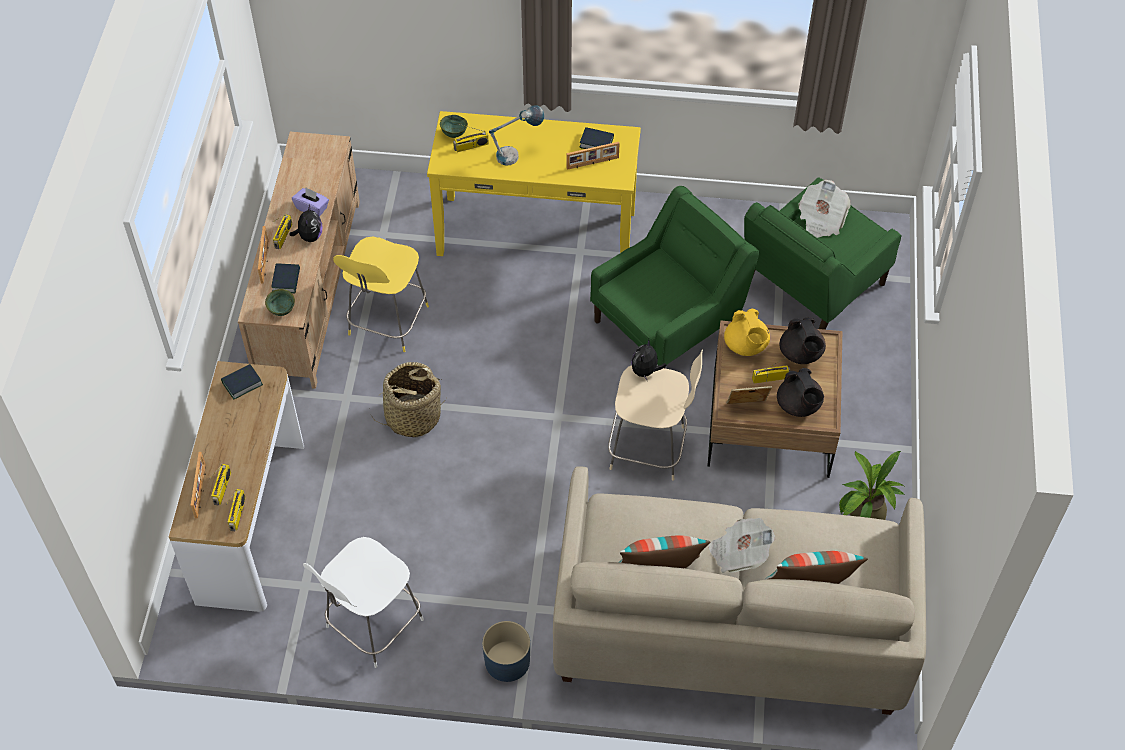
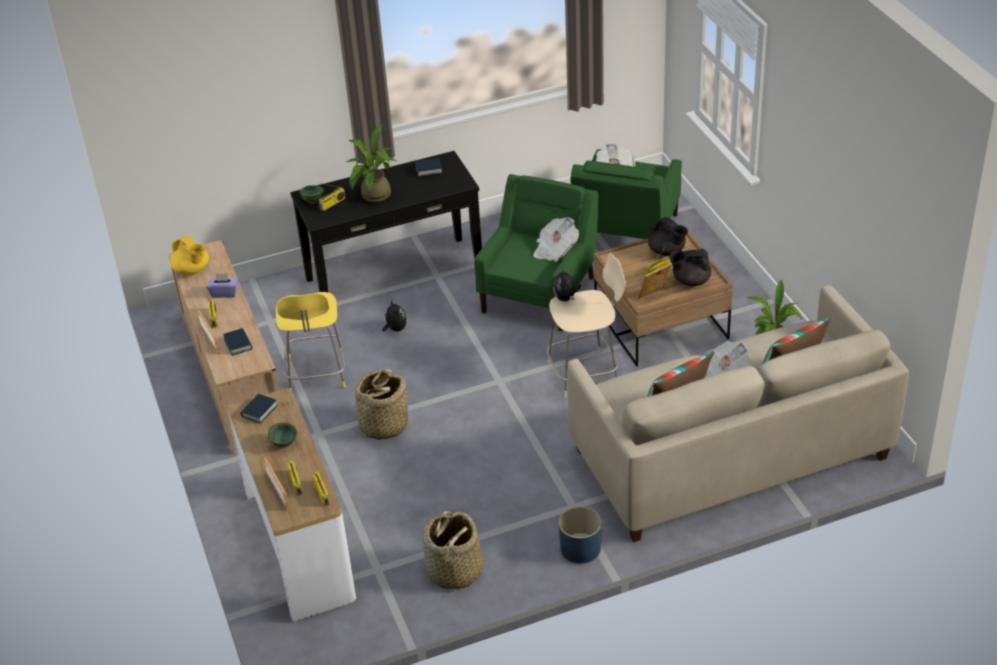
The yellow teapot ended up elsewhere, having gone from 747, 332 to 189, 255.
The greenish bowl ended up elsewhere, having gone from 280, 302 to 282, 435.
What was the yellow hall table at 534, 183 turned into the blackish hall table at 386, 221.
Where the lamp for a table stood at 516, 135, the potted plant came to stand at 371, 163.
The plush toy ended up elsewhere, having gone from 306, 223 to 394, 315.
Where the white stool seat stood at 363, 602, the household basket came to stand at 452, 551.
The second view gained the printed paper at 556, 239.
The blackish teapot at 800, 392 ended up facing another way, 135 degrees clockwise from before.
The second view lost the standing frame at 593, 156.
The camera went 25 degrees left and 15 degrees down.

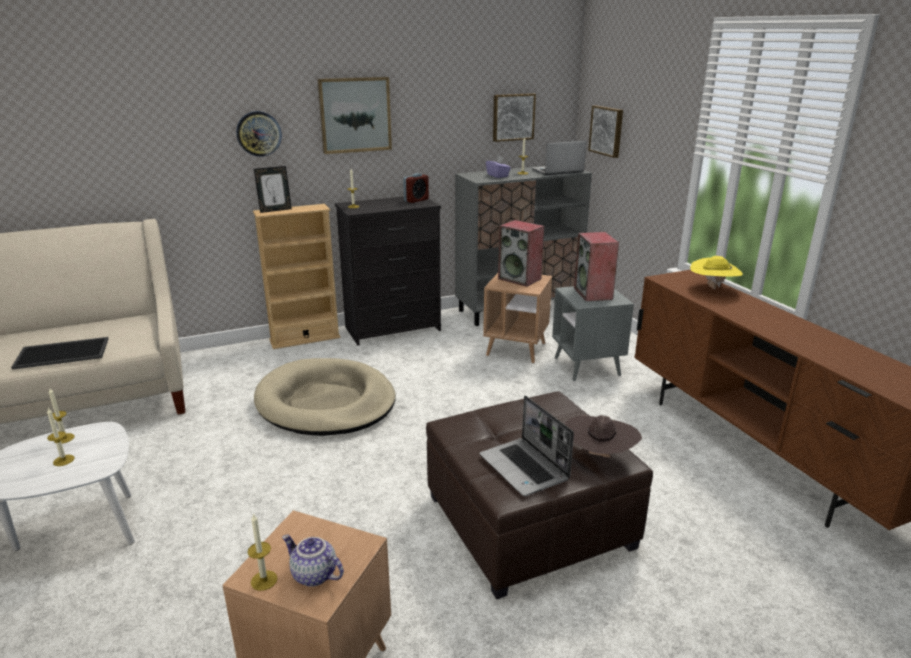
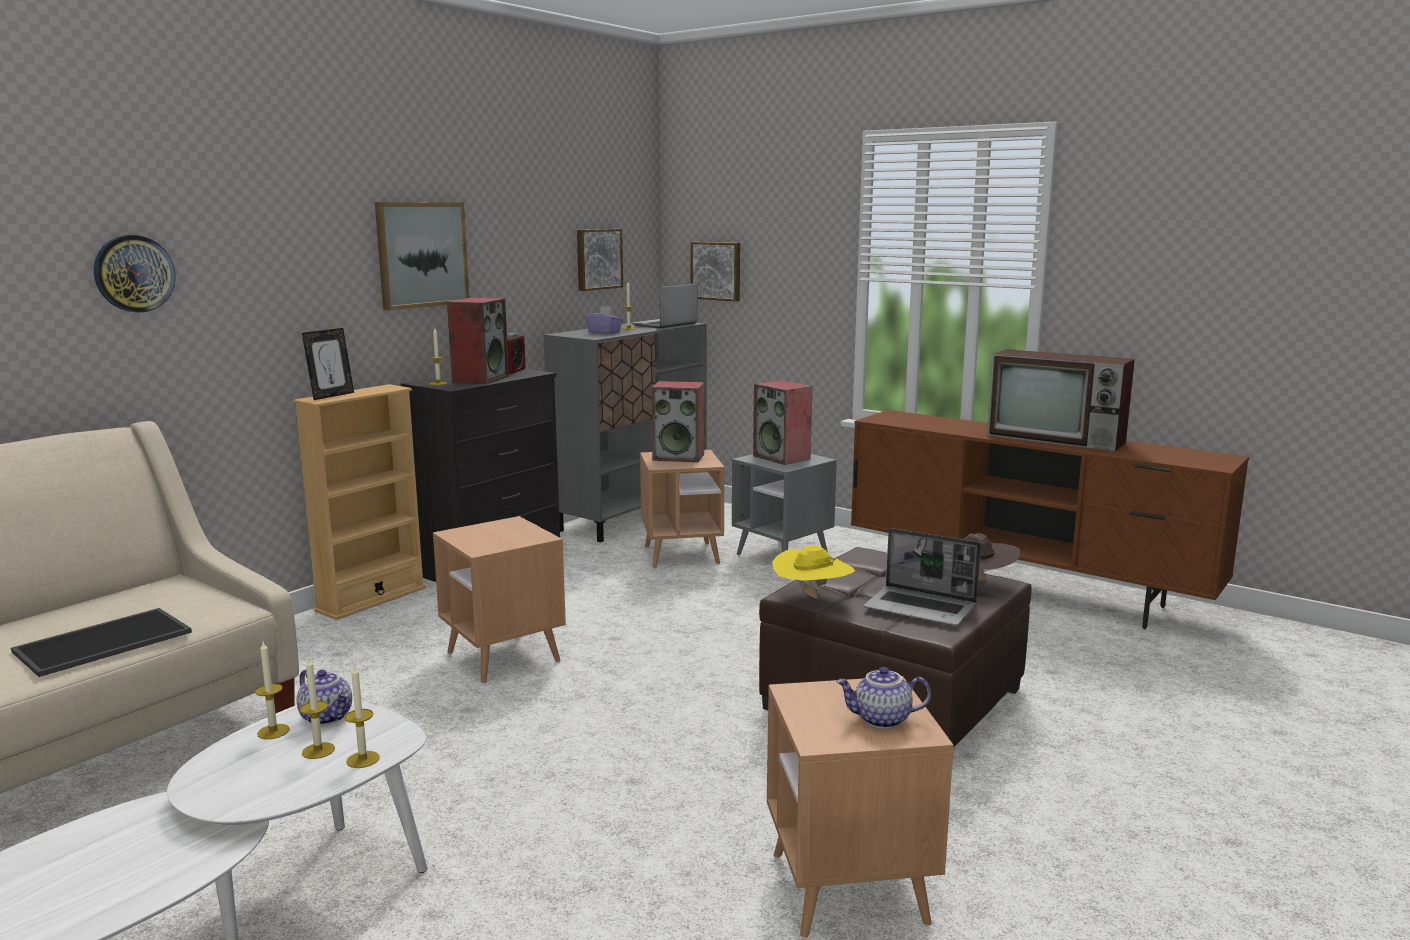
The hanging clock ended up elsewhere, having gone from 259, 134 to 135, 274.
The second view gained the teapot at 324, 697.
The candle ended up elsewhere, having gone from 263, 552 to 362, 716.
Where the sand-coloured dog bed stood at 325, 397, the brown-coloured accent table came to stand at 499, 600.
The second view gained the loudspeaker at 478, 341.
The yellow hat ended up elsewhere, having gone from 716, 272 to 813, 572.
The second view gained the television at 1061, 400.
The camera went 30 degrees left and 10 degrees down.

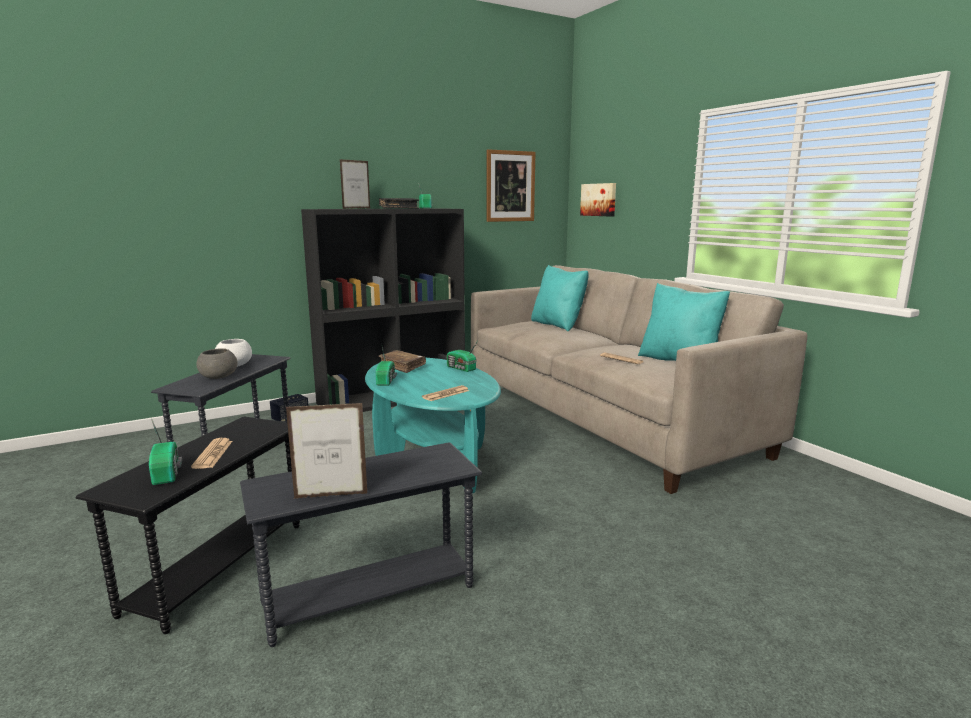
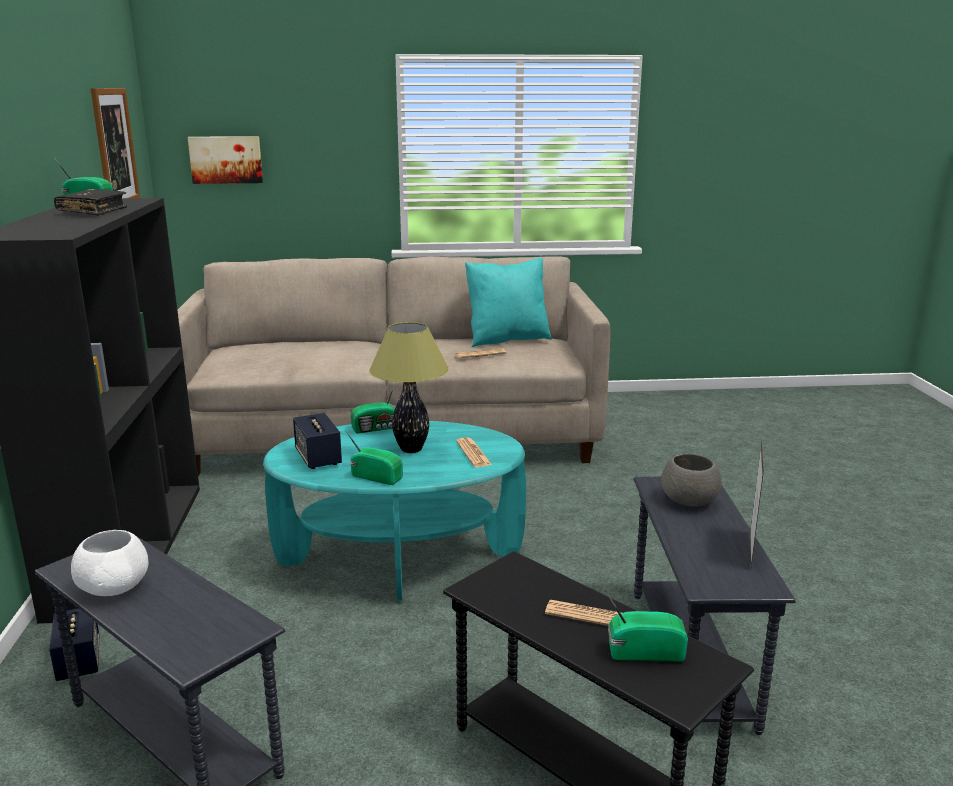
Where the brown-coloured bound book stood at 402, 361, the loudspeaker came to stand at 317, 441.
The second view gained the lamp for a table at 409, 387.
The greyish bowl ended up elsewhere, having gone from 217, 363 to 691, 480.
The second view lost the standing frame at 355, 184.
The second view lost the turquoise-coloured cushion at 560, 298.
The camera went 65 degrees left and 5 degrees up.

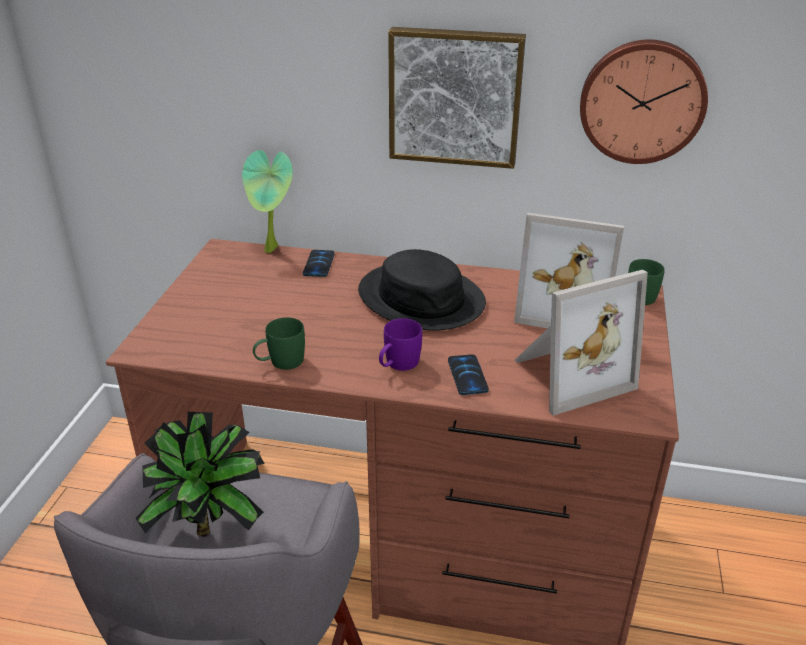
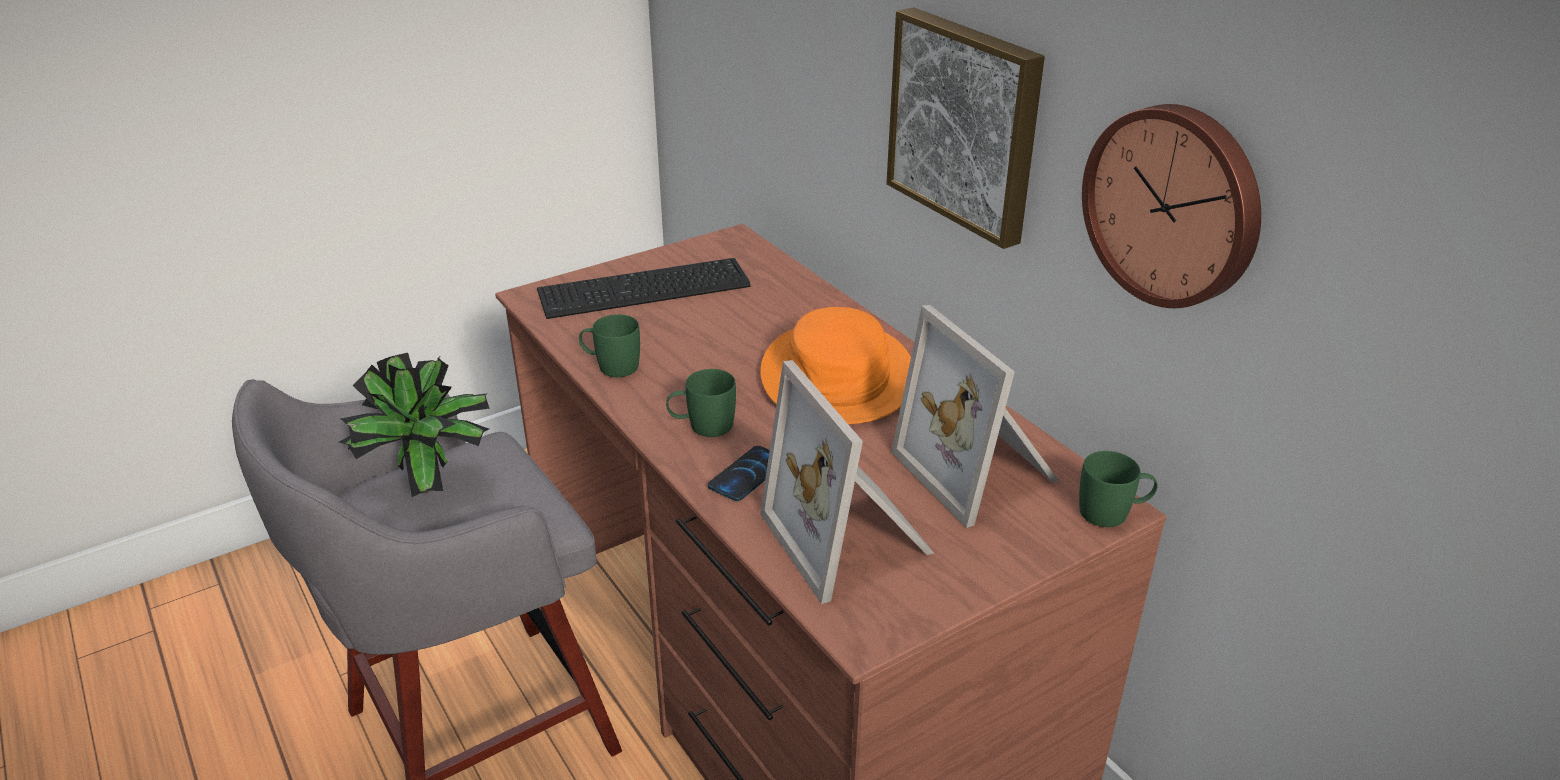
The second view gained the PC keyboard at 644, 288.
What was the purplish mug at 400, 344 turned into the greenish mug at 701, 403.
What was the blackish hat at 422, 290 turned into the orange hat at 835, 365.
The standing frame at 581, 343 ended up facing another way, 45 degrees clockwise from before.
The second view lost the potted plant at 267, 201.
The second view lost the phone at 318, 263.
The camera went 45 degrees right and 0 degrees up.

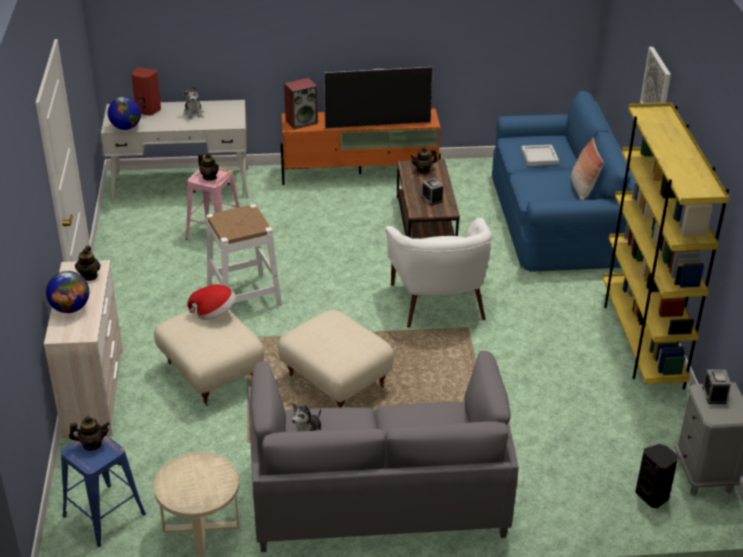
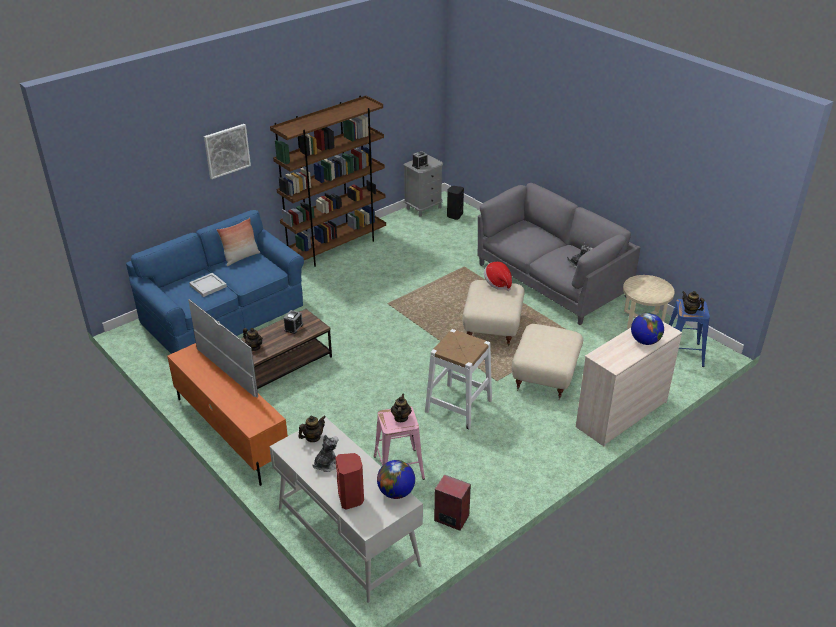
What was the yellow shelving unit at 666, 246 turned into the brown-coloured shelving unit at 328, 181.
The teapot ended up elsewhere, having gone from 87, 263 to 312, 429.
The loudspeaker ended up elsewhere, having gone from 301, 103 to 452, 502.
The hat ended up elsewhere, having gone from 211, 302 to 498, 276.
The second view lost the white lounge chair at 439, 273.
The camera went 125 degrees left and 0 degrees up.

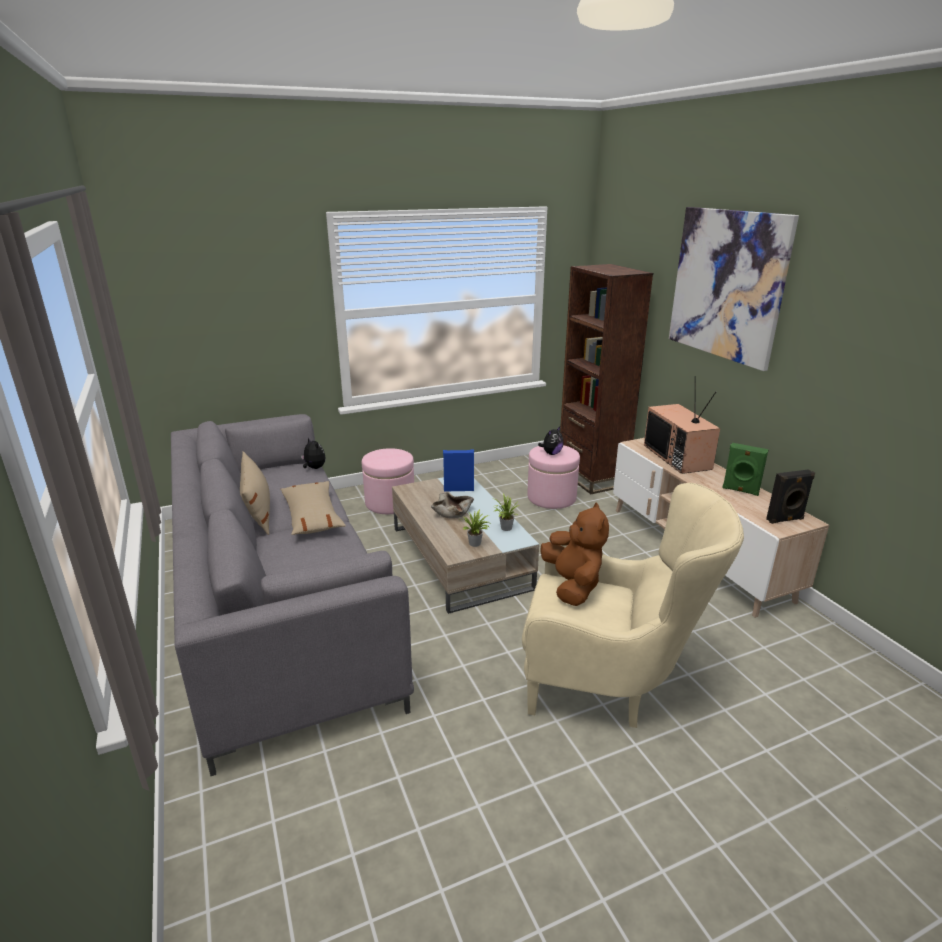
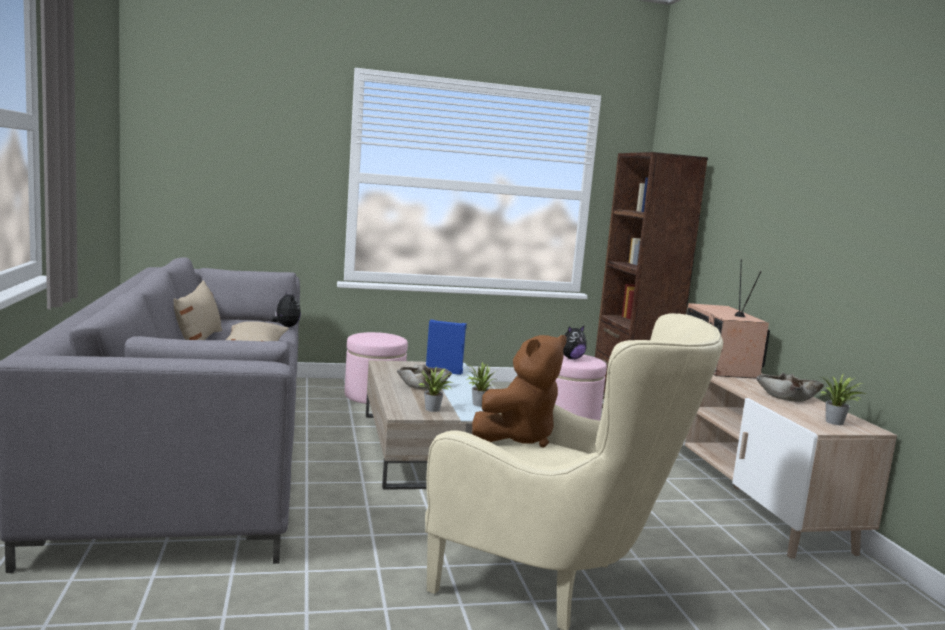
The brown-coloured plush toy at 574, 554 ended up facing another way, 45 degrees clockwise from before.
Where the greenish loudspeaker stood at 745, 469, the sand-coloured bowl came to stand at 790, 387.
Where the blackish loudspeaker stood at 790, 496, the potted plant came to stand at 843, 399.
The second view lost the wall picture at 734, 289.
The camera went 10 degrees right and 15 degrees down.

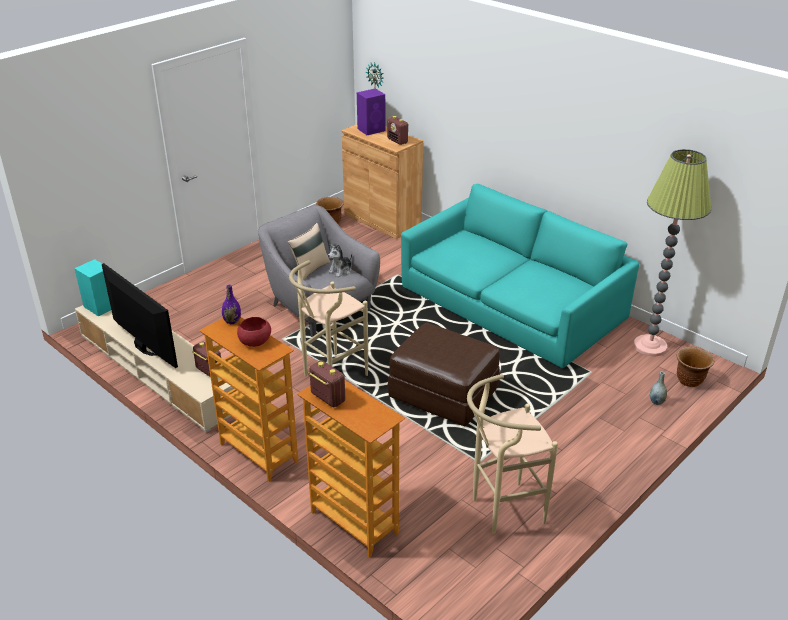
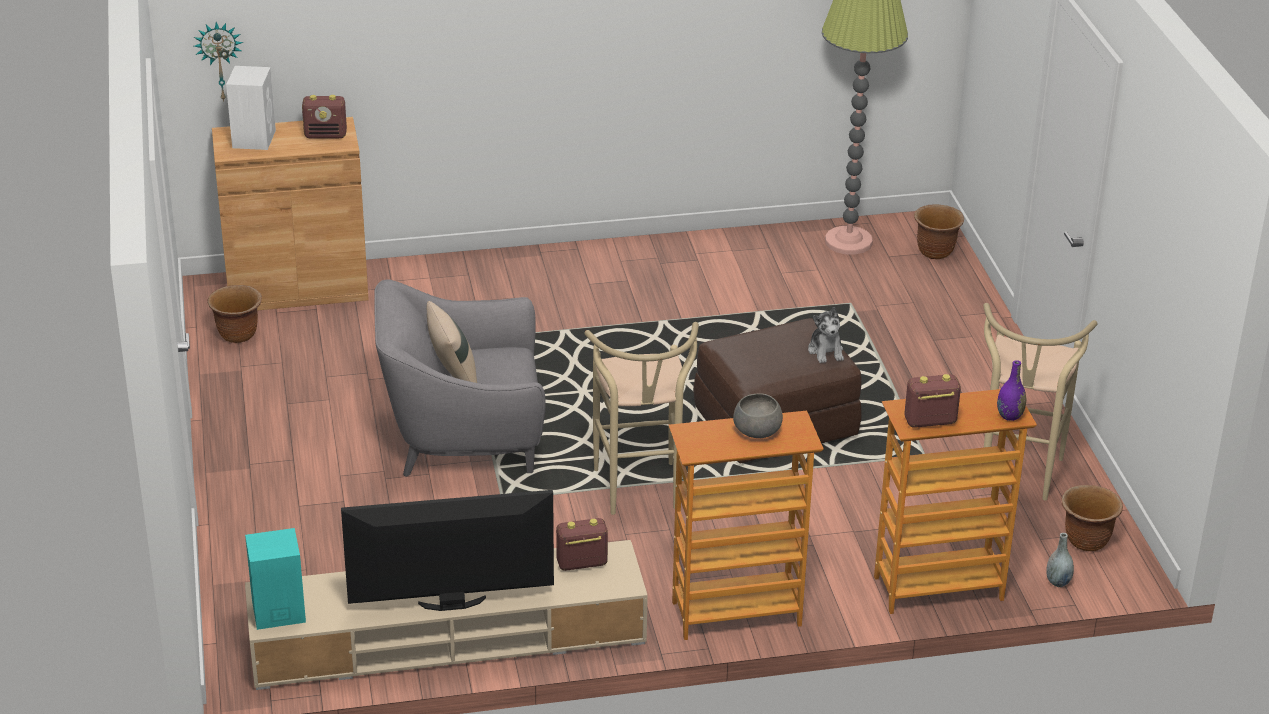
What was the purplish loudspeaker at 371, 111 turned into the white loudspeaker at 251, 108.
What was the reddish bowl at 254, 332 turned into the greyish bowl at 758, 415.
The plush toy ended up elsewhere, having gone from 340, 261 to 826, 335.
The purplish decorative vase ended up elsewhere, having gone from 231, 304 to 1011, 390.
The greyish decorative vase ended up elsewhere, having gone from 658, 388 to 1060, 560.
The second view gained the brown-coloured plant pot at 1092, 518.
The second view lost the turquoise-coloured couch at 520, 276.
The camera went 55 degrees left and 0 degrees up.

